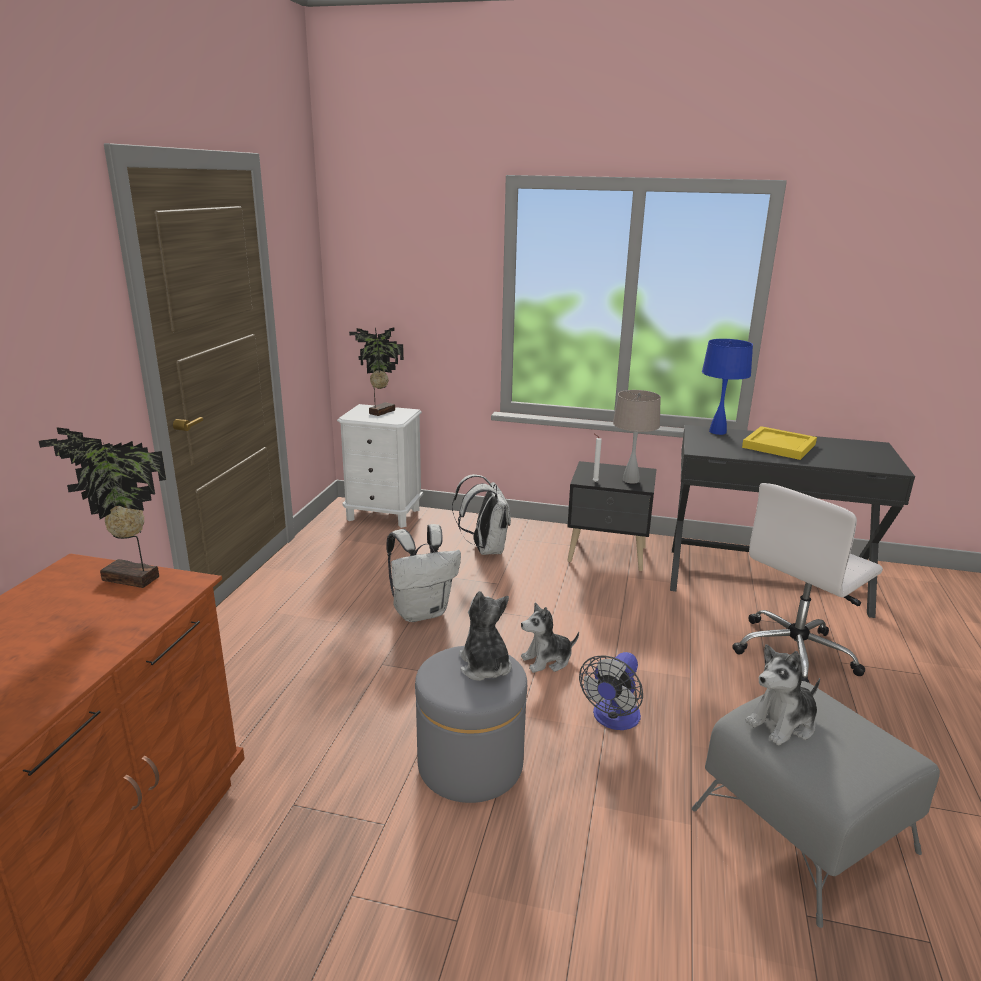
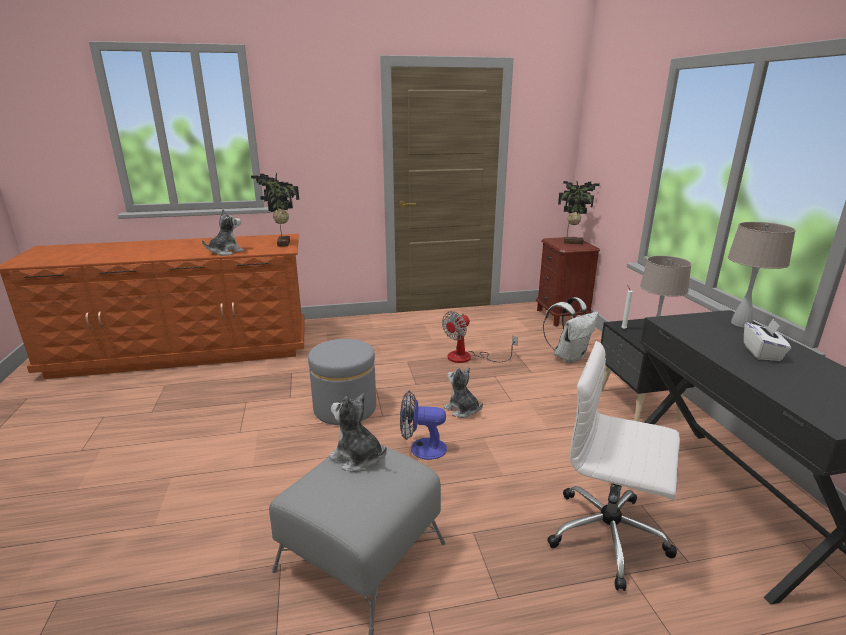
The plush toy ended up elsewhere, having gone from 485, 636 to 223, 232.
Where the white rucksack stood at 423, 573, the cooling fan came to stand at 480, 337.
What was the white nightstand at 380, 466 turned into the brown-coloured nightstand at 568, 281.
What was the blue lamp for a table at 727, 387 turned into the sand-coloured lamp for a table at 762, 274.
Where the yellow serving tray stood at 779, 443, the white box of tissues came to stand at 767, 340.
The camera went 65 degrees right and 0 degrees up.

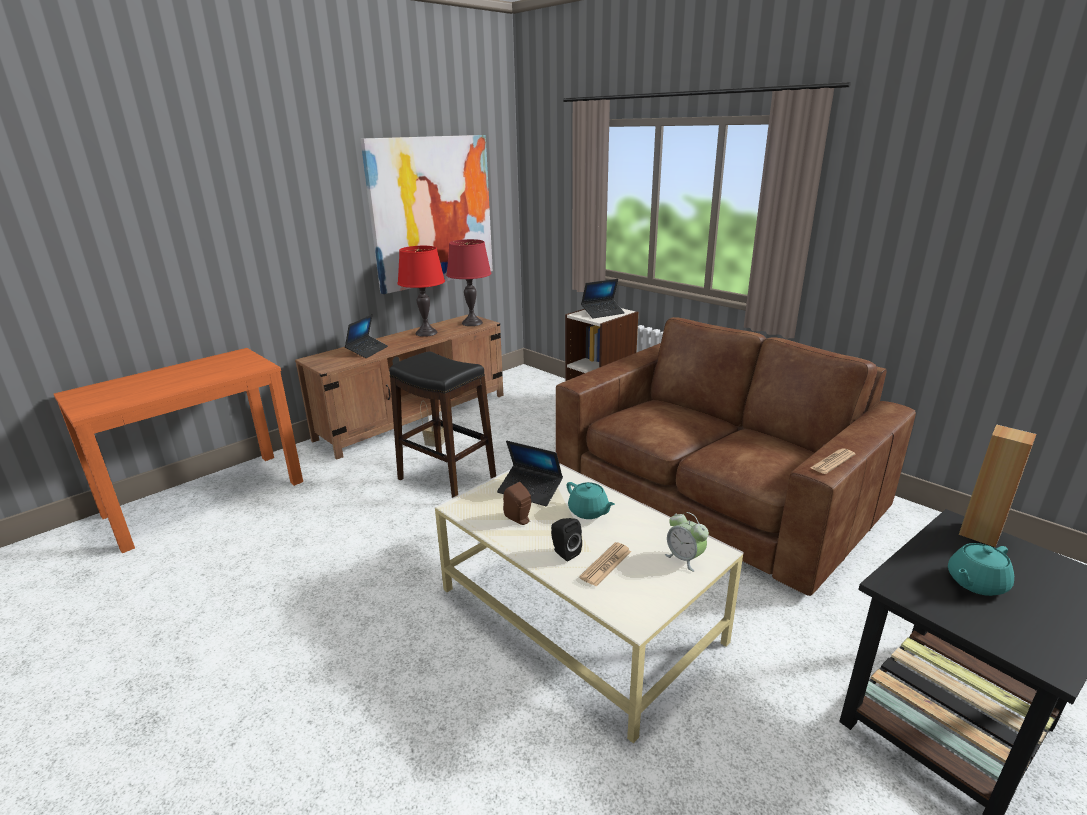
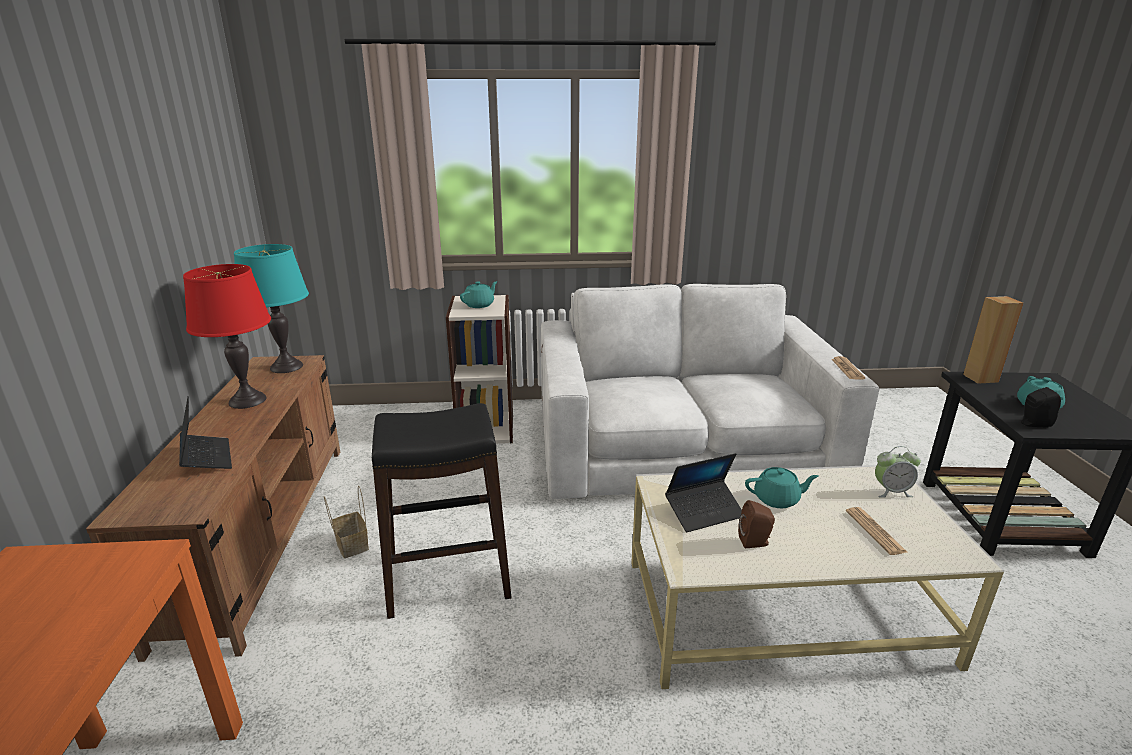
What was the reddish lamp for a table at 469, 282 turned into the turquoise-coloured lamp for a table at 271, 308.
Where the notebook computer stood at 603, 299, the turquoise-coloured teapot came to stand at 479, 294.
What was the brown-coloured couch at 736, 456 turned into the white couch at 710, 391.
The blackish loudspeaker ended up elsewhere, having gone from 566, 539 to 1041, 407.
The second view lost the wall picture at 426, 214.
The camera went 50 degrees left and 0 degrees up.

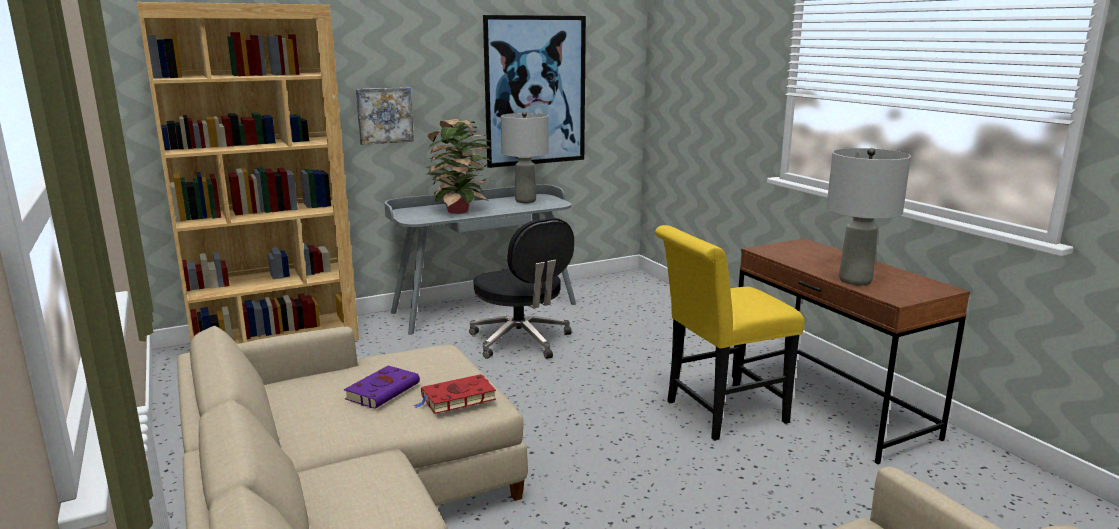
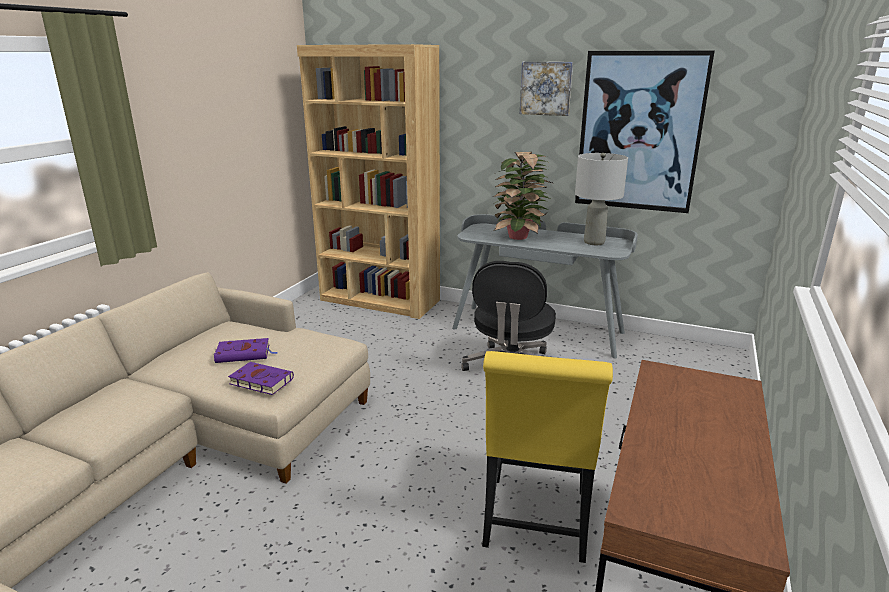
What was the reddish bound book at 454, 394 turned into the purplish bound book at 261, 378.
The yellow plain chair at 730, 333 ended up facing another way, 105 degrees counterclockwise from before.
The wall picture ended up elsewhere, having gone from 385, 116 to 546, 89.
The second view lost the greyish lamp for a table at 869, 217.
The camera went 50 degrees right and 5 degrees up.

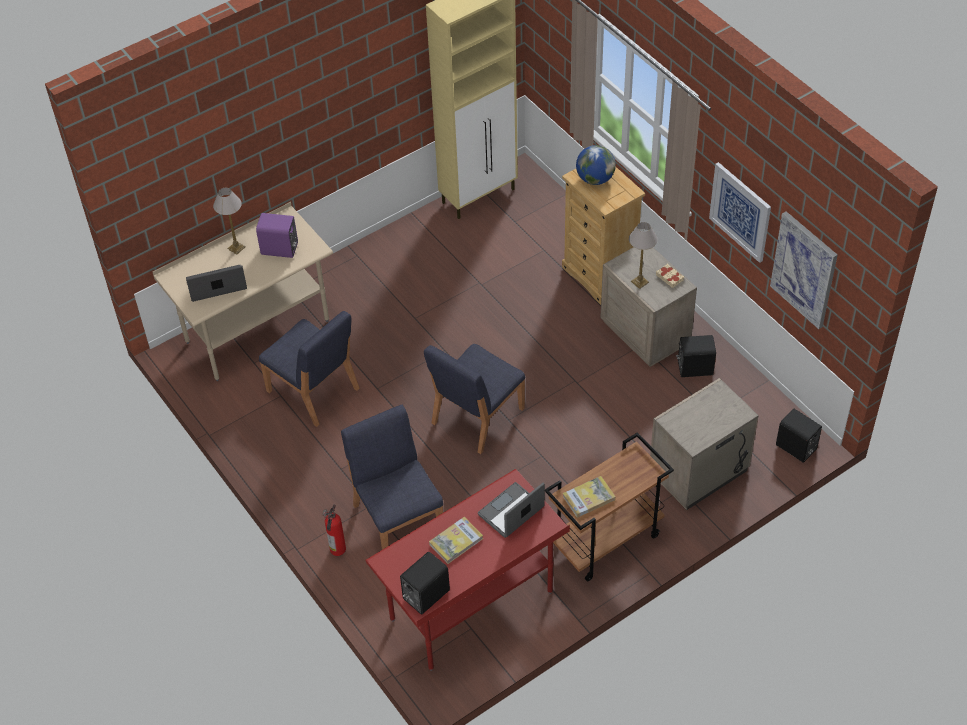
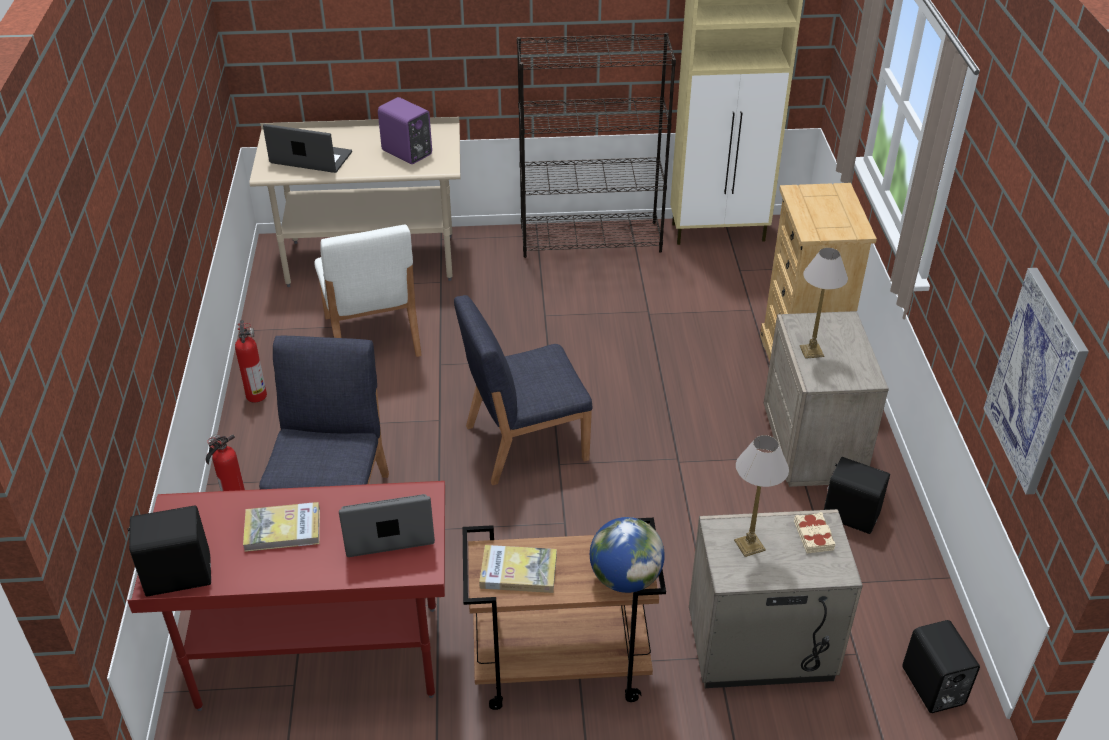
The second view gained the extinguisher at 251, 361.
What was the blue plain chair at 309, 369 turned into the white plain chair at 368, 291.
The second view gained the blackish shelving unit at 596, 145.
The world globe ended up elsewhere, having gone from 596, 165 to 627, 555.
The lamp for a table ended up elsewhere, having gone from 229, 221 to 761, 496.
The sand-coloured bound book ended up elsewhere, having gone from 670, 275 to 815, 532.
The second view lost the wall picture at 740, 212.
The camera went 30 degrees right and 10 degrees down.

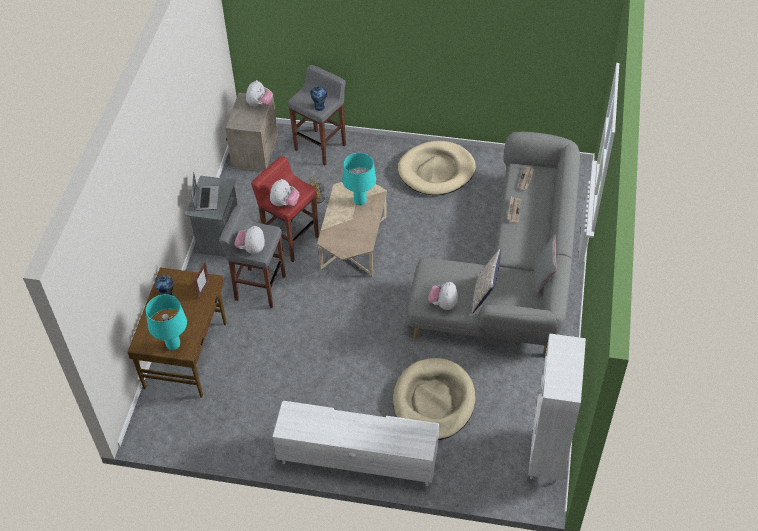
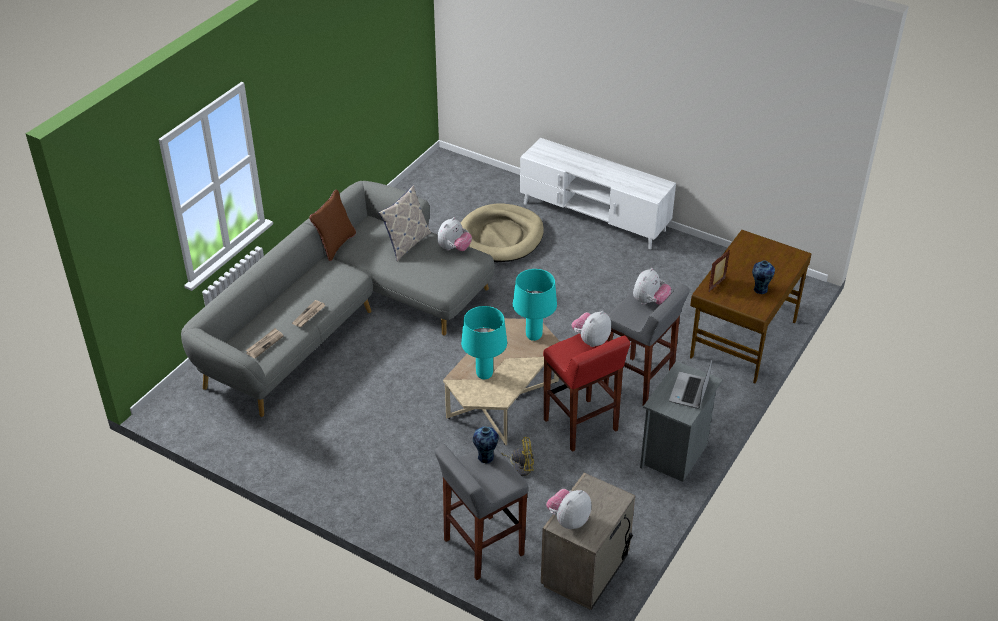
What was the greyish cushion at 545, 265 turned into the brown-coloured cushion at 332, 225.
The turquoise-coloured lamp for a table ended up elsewhere, having gone from 166, 322 to 535, 305.
The second view lost the sand-coloured dog bed at 437, 168.
The second view lost the white shelving unit at 557, 408.
The camera went 160 degrees left and 10 degrees down.

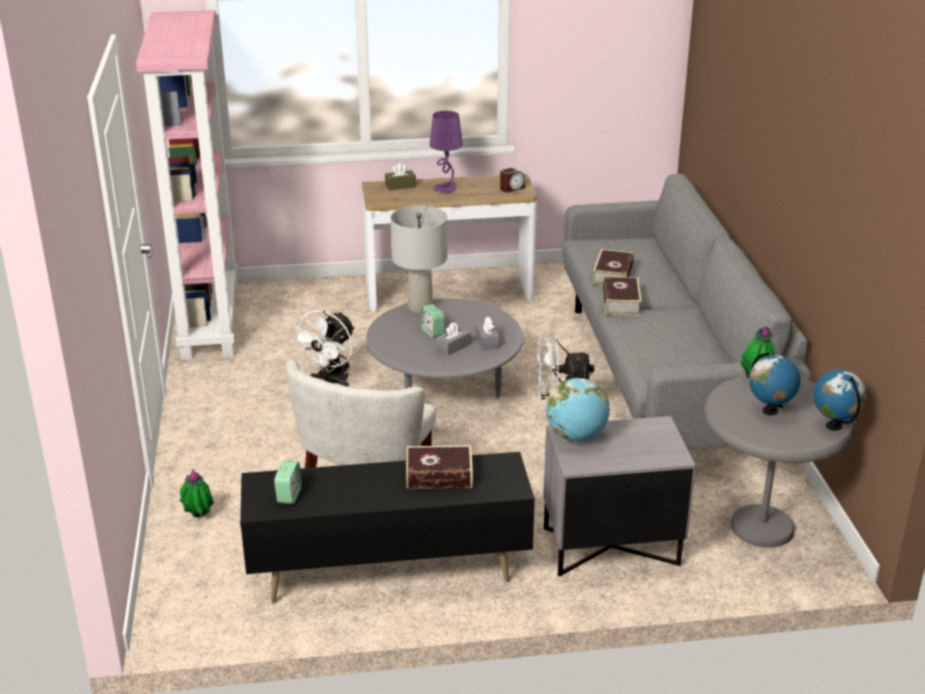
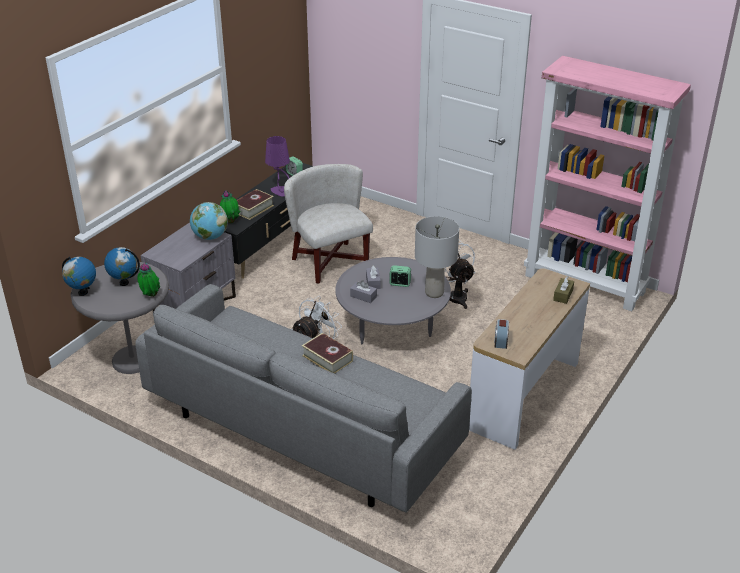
The potted plant ended up elsewhere, having gone from 197, 493 to 230, 206.
The purplish lamp for a table ended up elsewhere, having gone from 446, 151 to 277, 166.
The second view lost the bound book at 613, 267.
The camera went 130 degrees right and 5 degrees up.

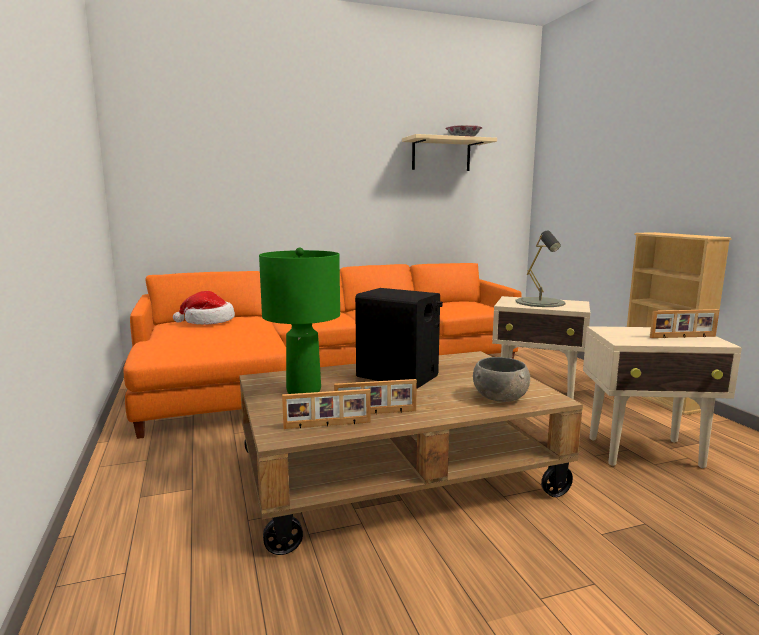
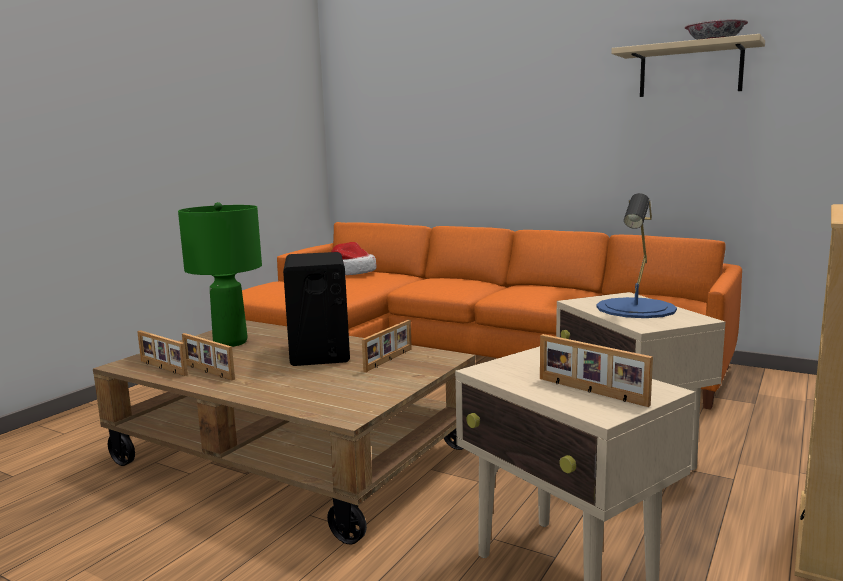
The second view gained the standing frame at 387, 346.
What was the greyish lamp for a table at 540, 268 turned into the blue lamp for a table at 636, 255.
The second view lost the greyish bowl at 501, 379.
The camera went 50 degrees right and 0 degrees up.

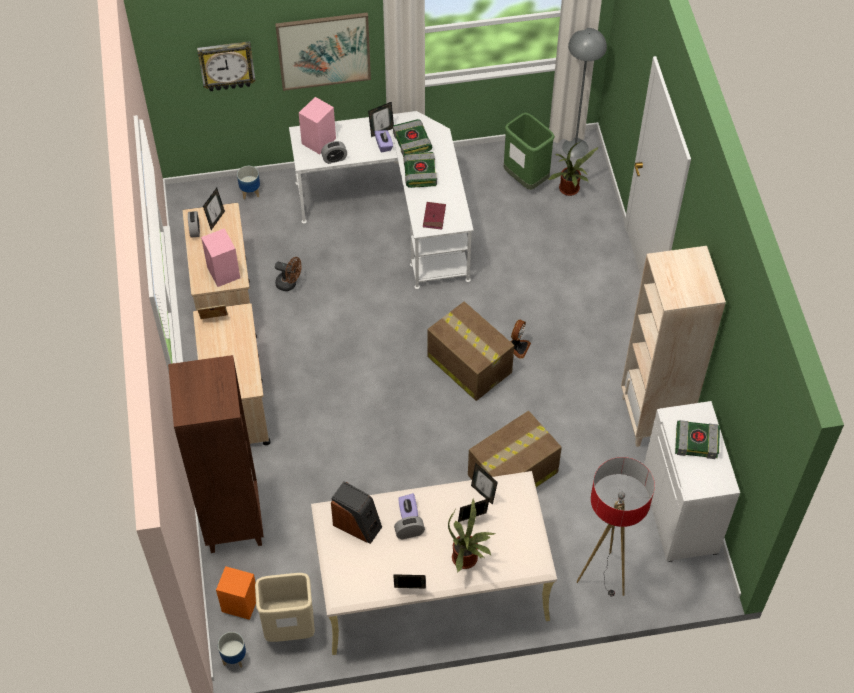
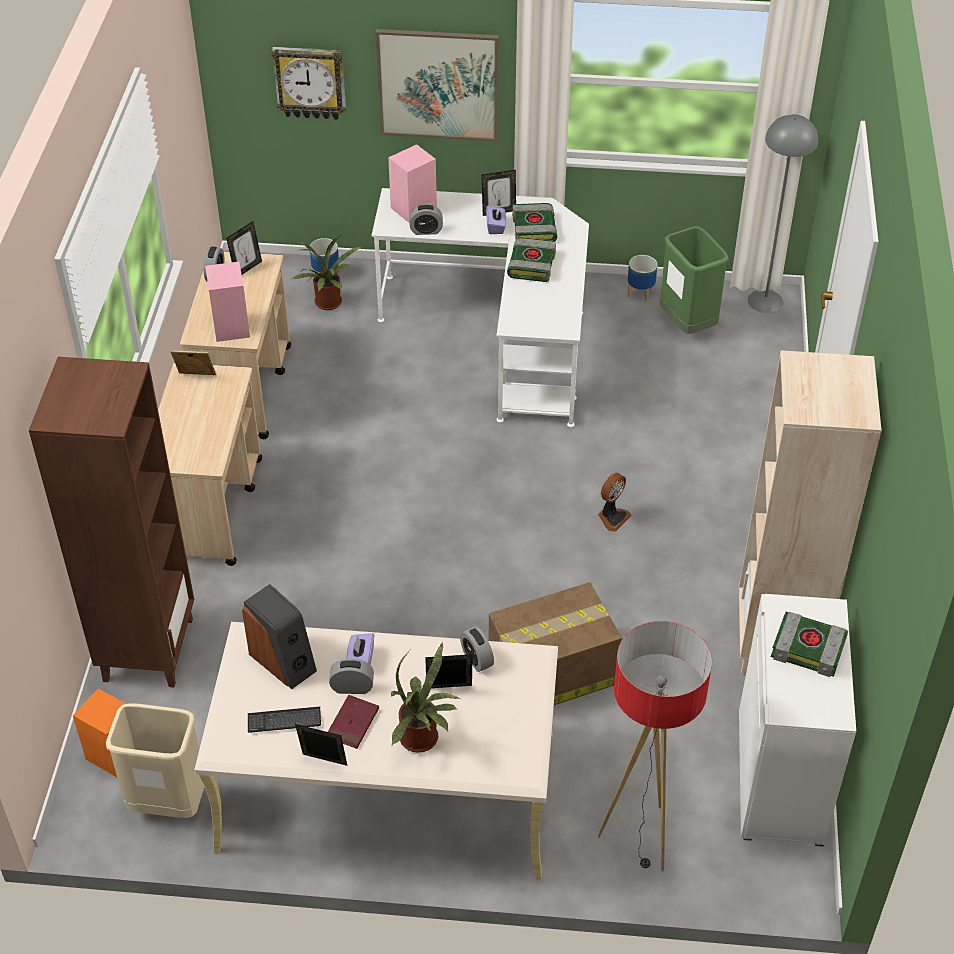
The second view gained the PC keyboard at 284, 720.
The potted plant ended up elsewhere, having gone from 573, 168 to 327, 272.
The reddish bound book ended up elsewhere, having gone from 434, 216 to 353, 722.
Where the standing frame stood at 484, 484, the table clock came to stand at 477, 649.
The plant pot ended up elsewhere, having gone from 232, 650 to 642, 278.
The second view lost the brown-coloured cooling fan at 288, 274.
The second view lost the packing box at 470, 351.
The camera went 15 degrees right and 10 degrees down.

